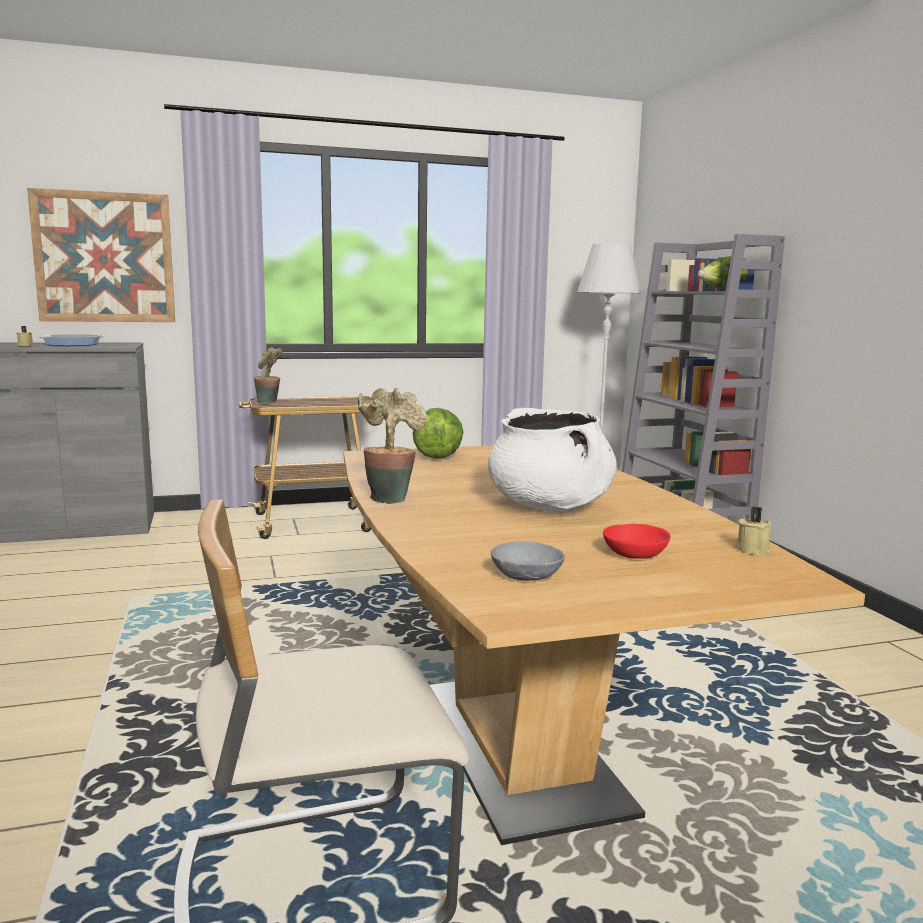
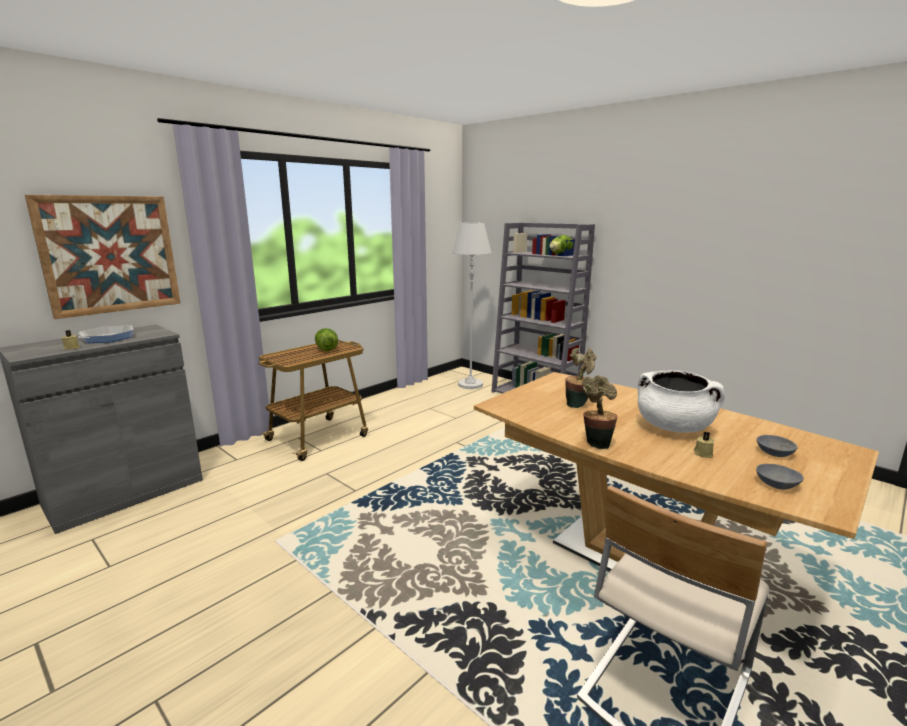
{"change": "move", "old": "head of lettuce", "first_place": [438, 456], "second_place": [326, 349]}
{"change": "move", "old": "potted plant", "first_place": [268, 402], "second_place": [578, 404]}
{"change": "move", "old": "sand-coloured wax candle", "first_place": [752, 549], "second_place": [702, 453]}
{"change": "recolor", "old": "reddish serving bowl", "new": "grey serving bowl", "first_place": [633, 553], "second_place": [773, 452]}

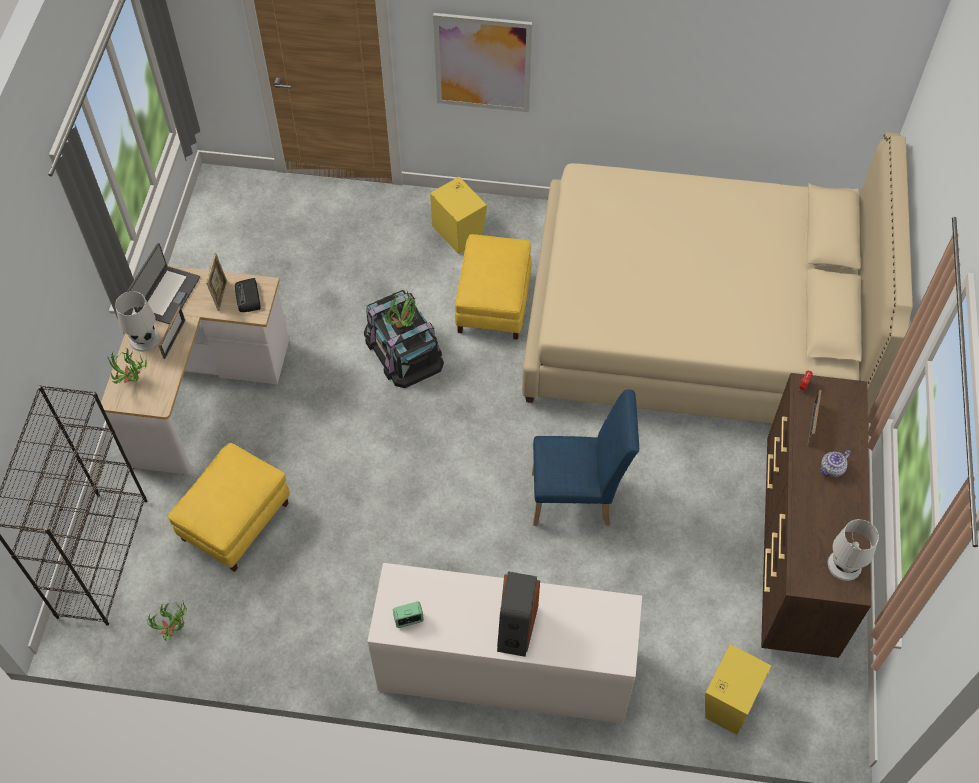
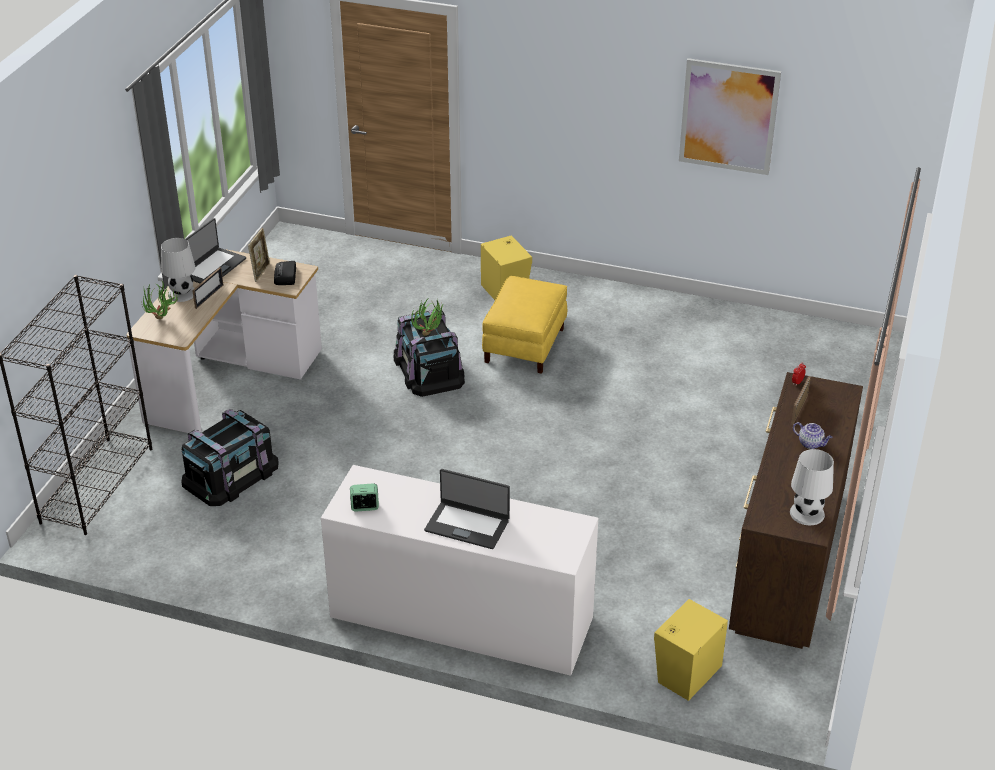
{"change": "replace", "old": "yellowish pouffe", "new": "blackish storage bin", "first_place": [236, 522], "second_place": [231, 474]}
{"change": "replace", "old": "loudspeaker", "new": "portable computer", "first_place": [516, 627], "second_place": [467, 525]}
{"change": "move", "old": "wall picture", "first_place": [483, 62], "second_place": [728, 116]}
{"change": "rotate", "old": "teapot", "first_place": [831, 469], "second_place": [811, 444], "degrees": -120}
{"change": "delete", "old": "potted plant", "first_place": [175, 631]}
{"change": "delete", "old": "sand-coloured bedroom bed", "first_place": [695, 325]}
{"change": "delete", "old": "blue chair", "first_place": [578, 498]}

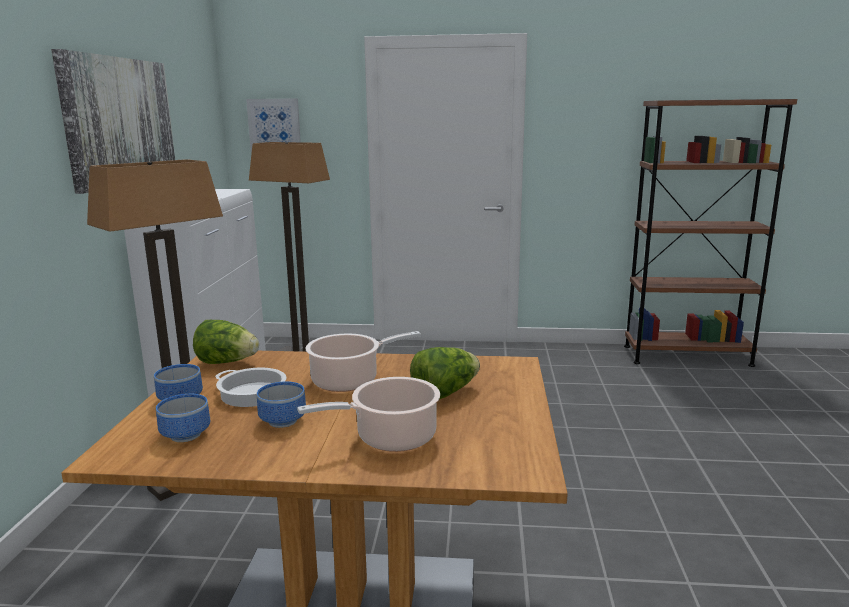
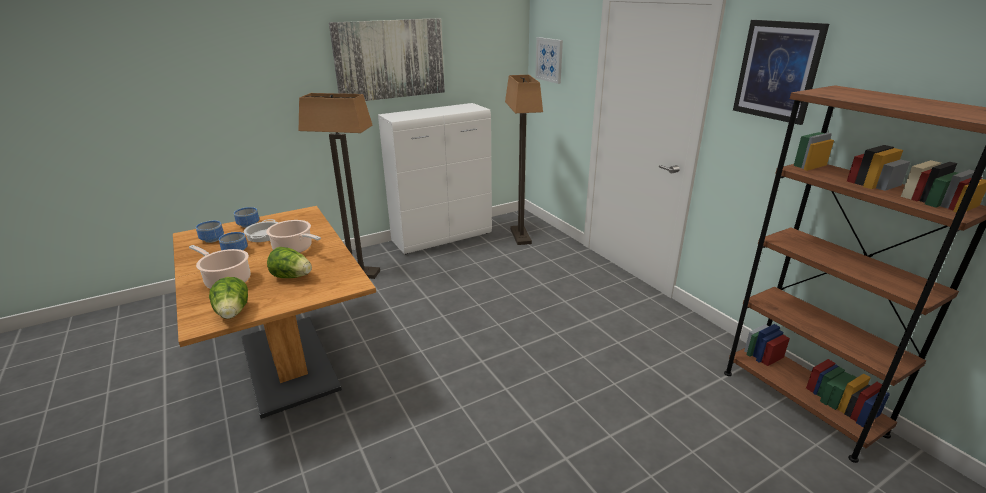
{"change": "move", "old": "head of lettuce", "first_place": [227, 362], "second_place": [233, 313]}
{"change": "insert", "new": "wall picture", "second_place": [777, 71]}

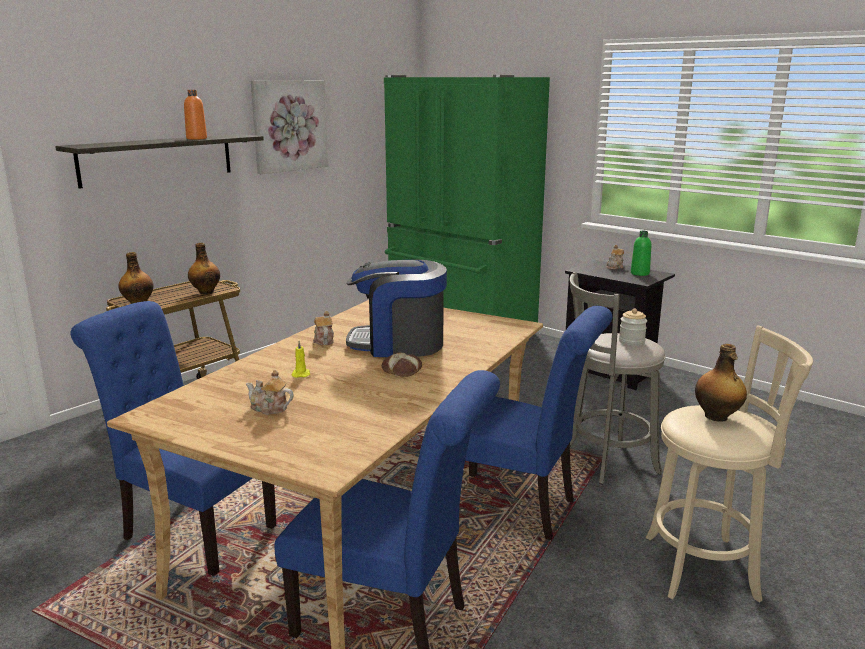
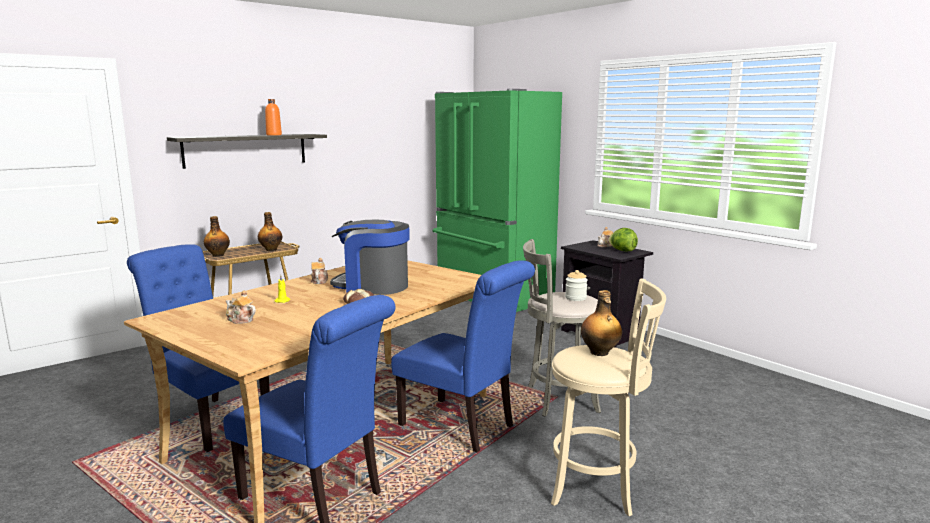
{"change": "replace", "old": "greenish bottle", "new": "head of lettuce", "first_place": [640, 273], "second_place": [622, 251]}
{"change": "delete", "old": "wall picture", "first_place": [289, 126]}

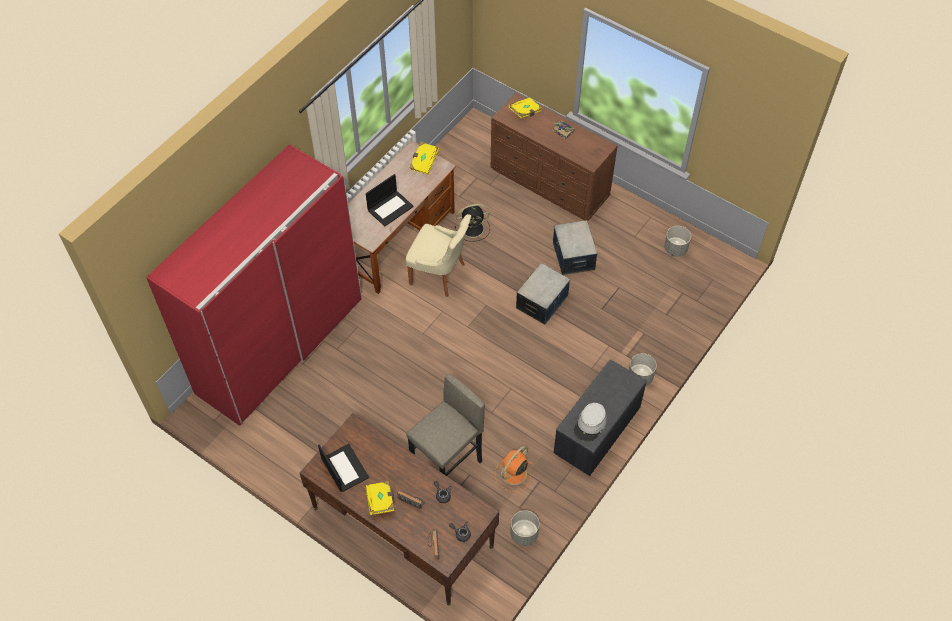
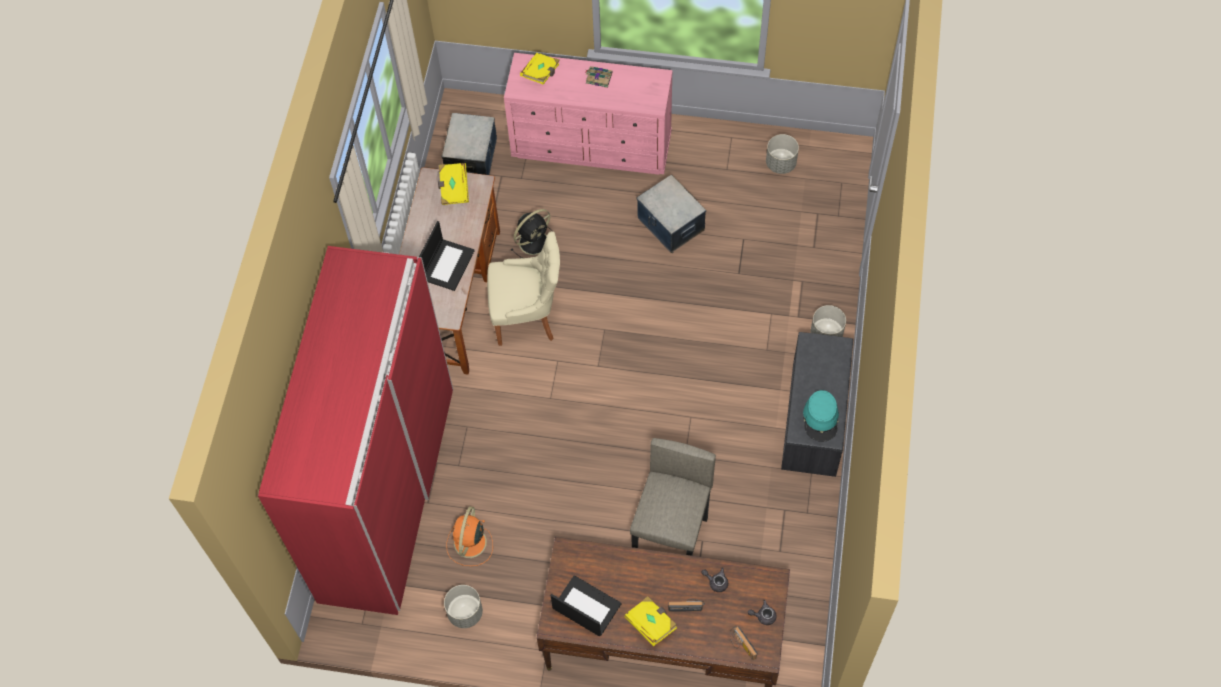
{"change": "move", "old": "storage bin", "first_place": [542, 302], "second_place": [472, 158]}
{"change": "move", "old": "grey plant pot", "first_place": [524, 534], "second_place": [465, 613]}
{"change": "move", "old": "orangey cooling fan", "first_place": [513, 474], "second_place": [469, 544]}
{"change": "recolor", "old": "brown drawer chest", "new": "pink drawer chest", "first_place": [550, 183], "second_place": [592, 145]}
{"change": "recolor", "old": "grey wearable hat", "new": "turquoise-coloured wearable hat", "first_place": [590, 424], "second_place": [821, 418]}

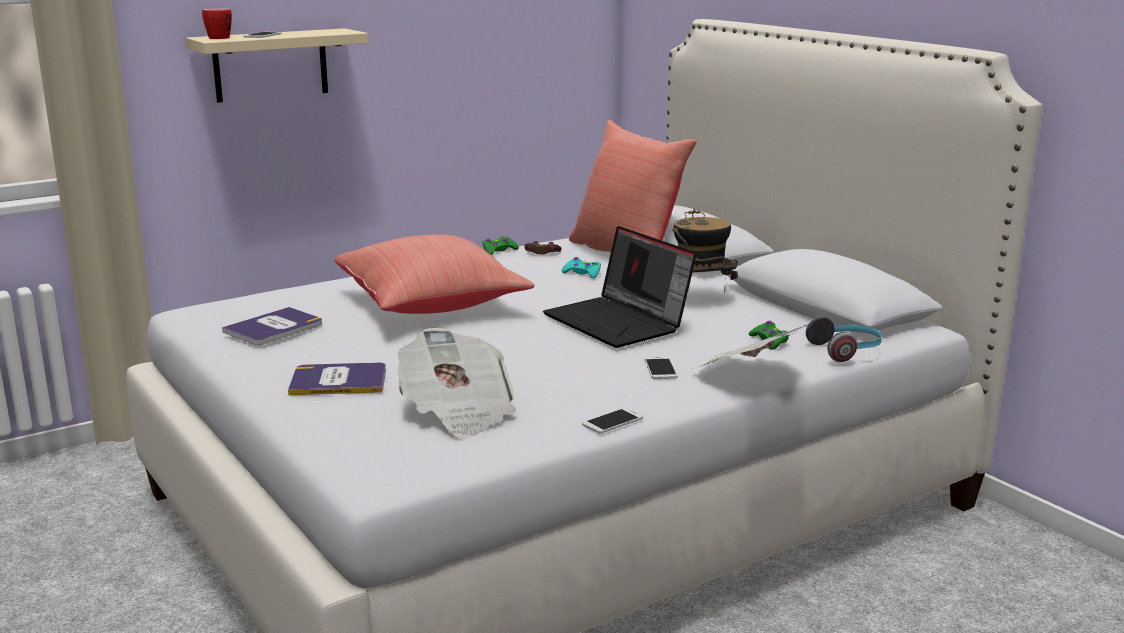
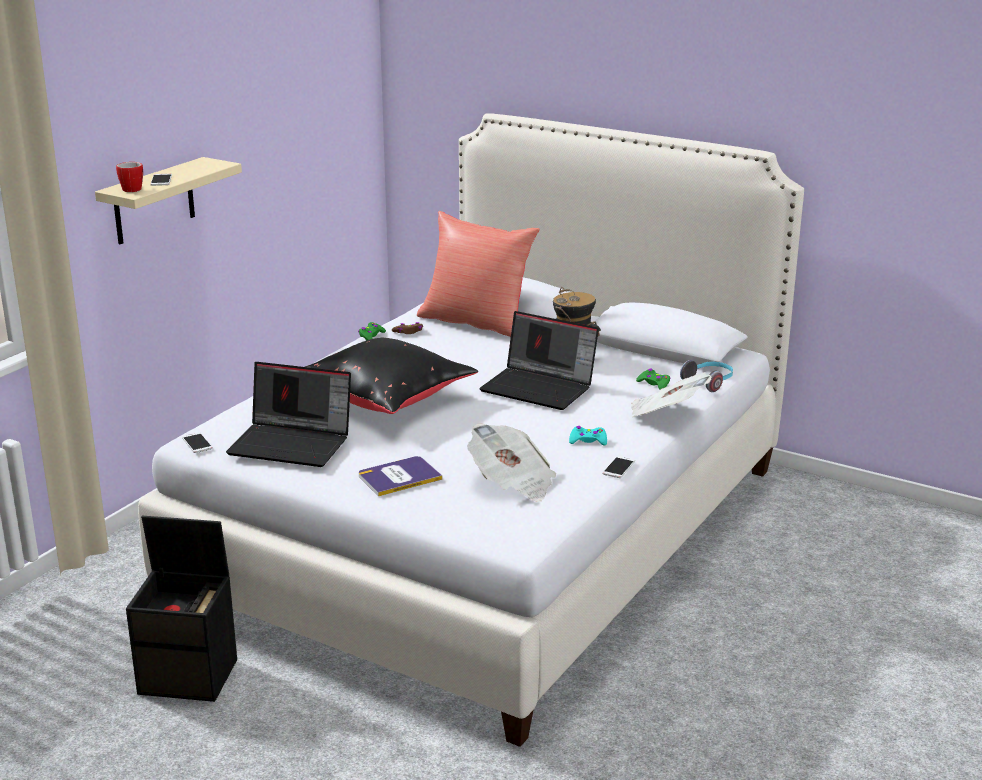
{"change": "insert", "new": "blackish storage bin", "second_place": [190, 676]}
{"change": "move", "old": "handset", "first_place": [660, 368], "second_place": [197, 443]}
{"change": "replace", "old": "bound book", "new": "portable computer", "first_place": [274, 328], "second_place": [293, 443]}
{"change": "recolor", "old": "reddish throw pillow", "new": "blackish throw pillow", "first_place": [432, 306], "second_place": [386, 399]}
{"change": "move", "old": "turquoise-coloured game controller", "first_place": [582, 273], "second_place": [588, 441]}

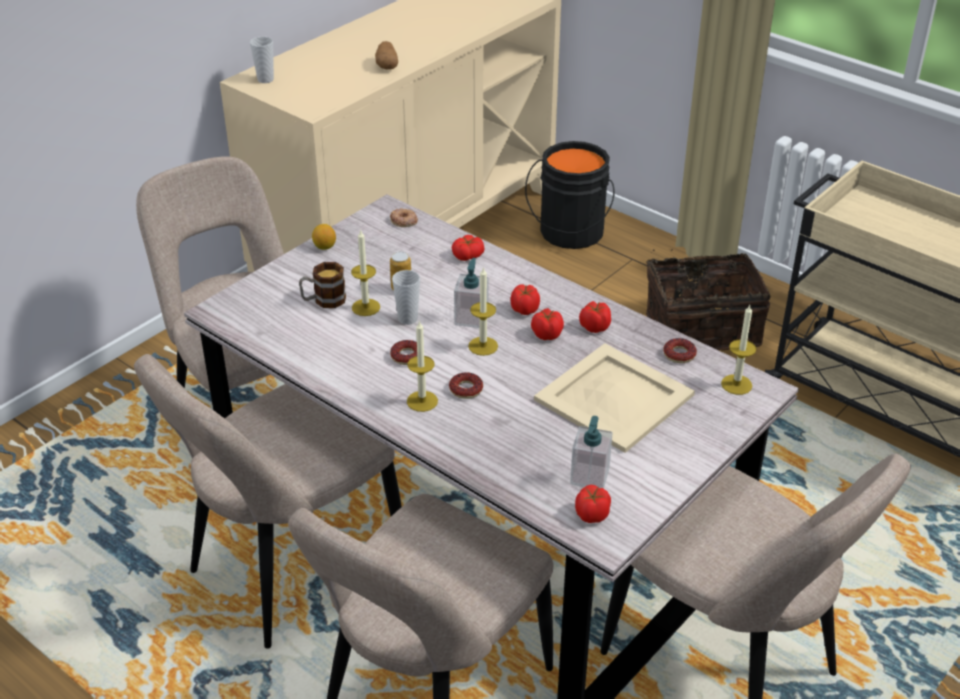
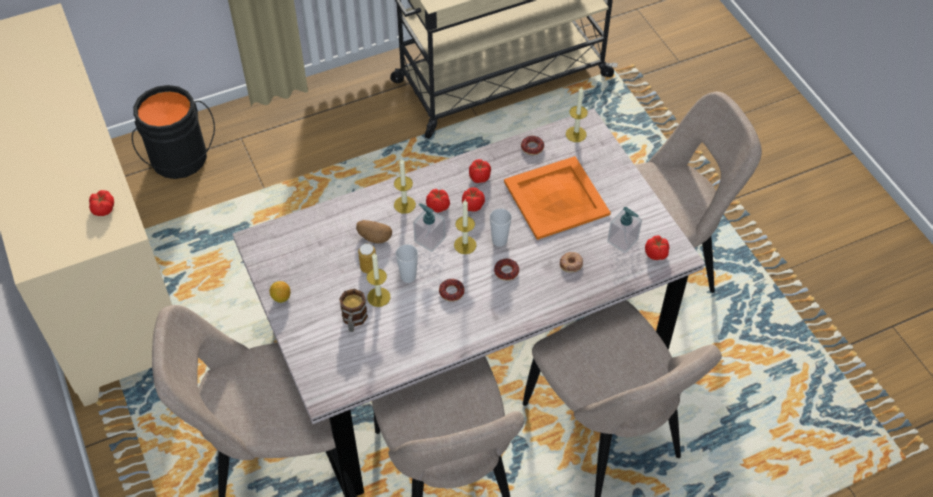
{"change": "move", "old": "tomato", "first_place": [468, 255], "second_place": [103, 208]}
{"change": "move", "old": "potato", "first_place": [387, 65], "second_place": [374, 237]}
{"change": "move", "old": "wax candle", "first_place": [422, 401], "second_place": [404, 205]}
{"change": "move", "old": "drinking cup", "first_place": [265, 79], "second_place": [499, 240]}
{"change": "recolor", "old": "sand-coloured carrying tray", "new": "orangey carrying tray", "first_place": [614, 396], "second_place": [555, 197]}
{"change": "move", "old": "doughnut", "first_place": [403, 221], "second_place": [571, 264]}
{"change": "delete", "old": "household basket", "first_place": [701, 328]}

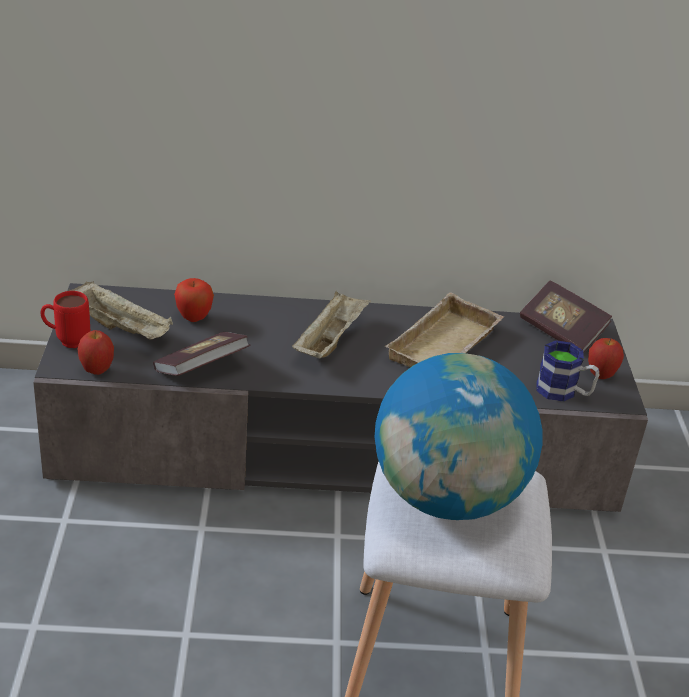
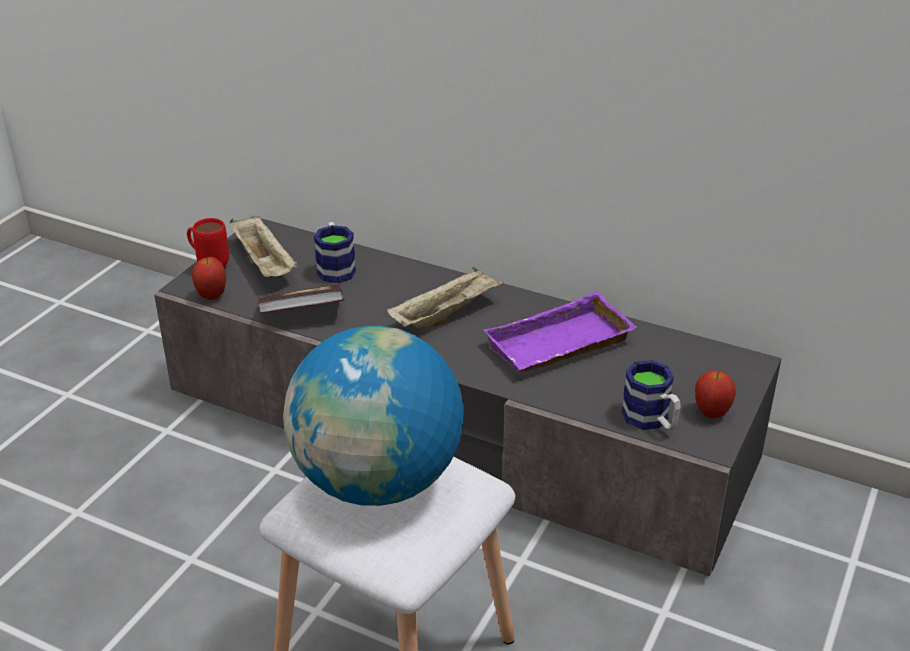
{"change": "replace", "old": "apple", "new": "tea mug", "first_place": [194, 318], "second_place": [335, 268]}
{"change": "recolor", "old": "sand-coloured carrying tray", "new": "purplish carrying tray", "first_place": [445, 347], "second_place": [559, 346]}
{"change": "delete", "old": "bound book", "first_place": [561, 331]}

